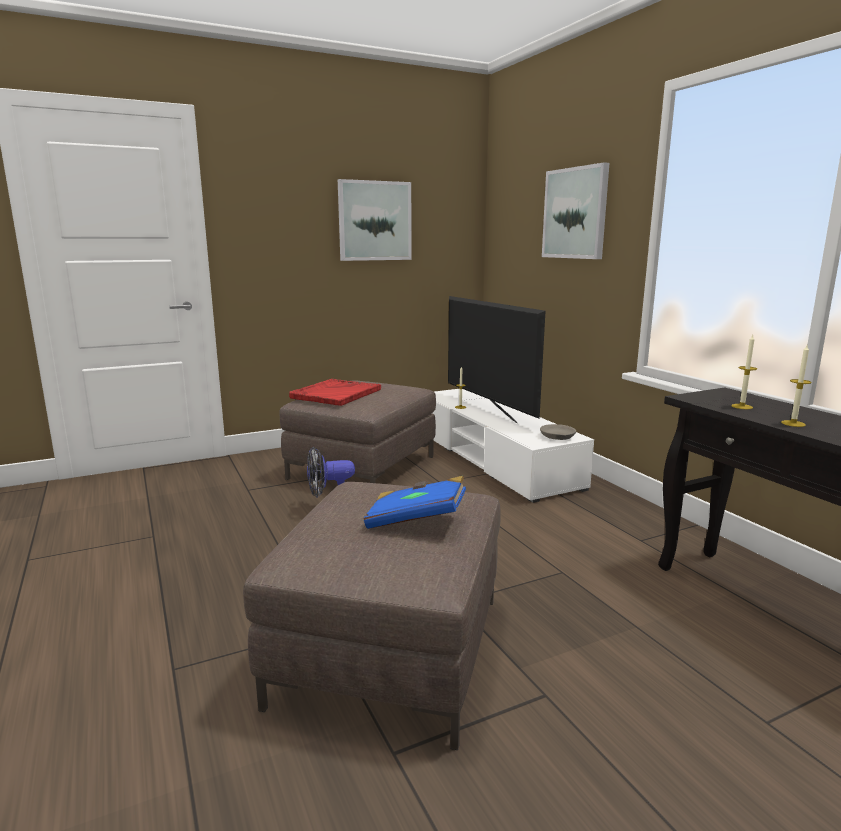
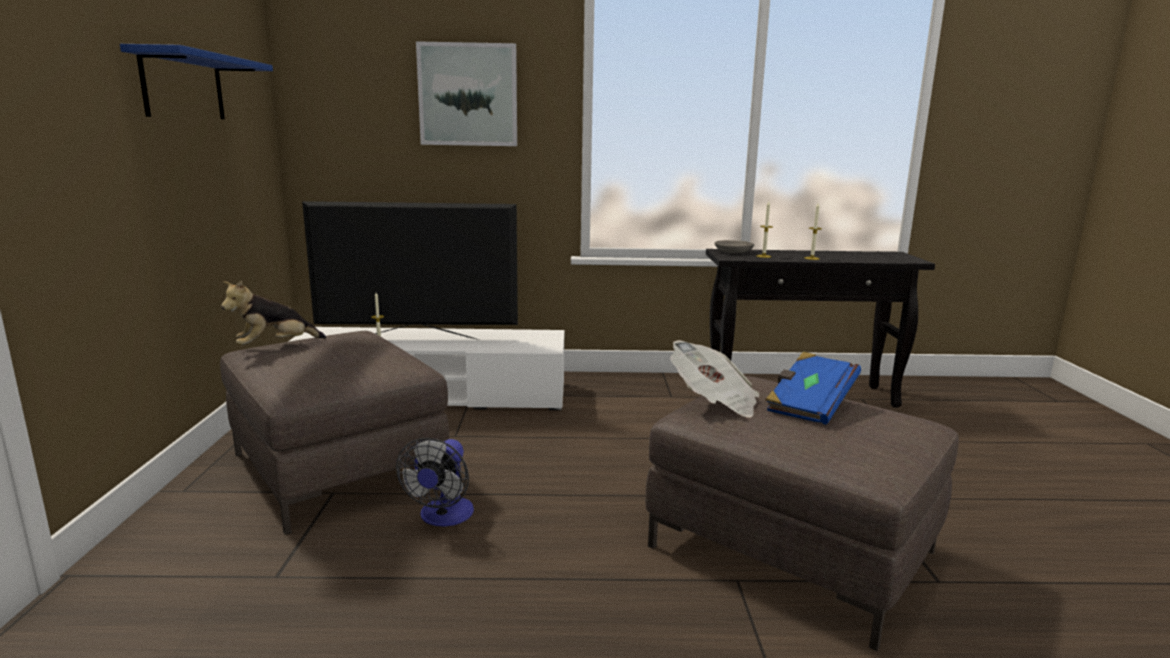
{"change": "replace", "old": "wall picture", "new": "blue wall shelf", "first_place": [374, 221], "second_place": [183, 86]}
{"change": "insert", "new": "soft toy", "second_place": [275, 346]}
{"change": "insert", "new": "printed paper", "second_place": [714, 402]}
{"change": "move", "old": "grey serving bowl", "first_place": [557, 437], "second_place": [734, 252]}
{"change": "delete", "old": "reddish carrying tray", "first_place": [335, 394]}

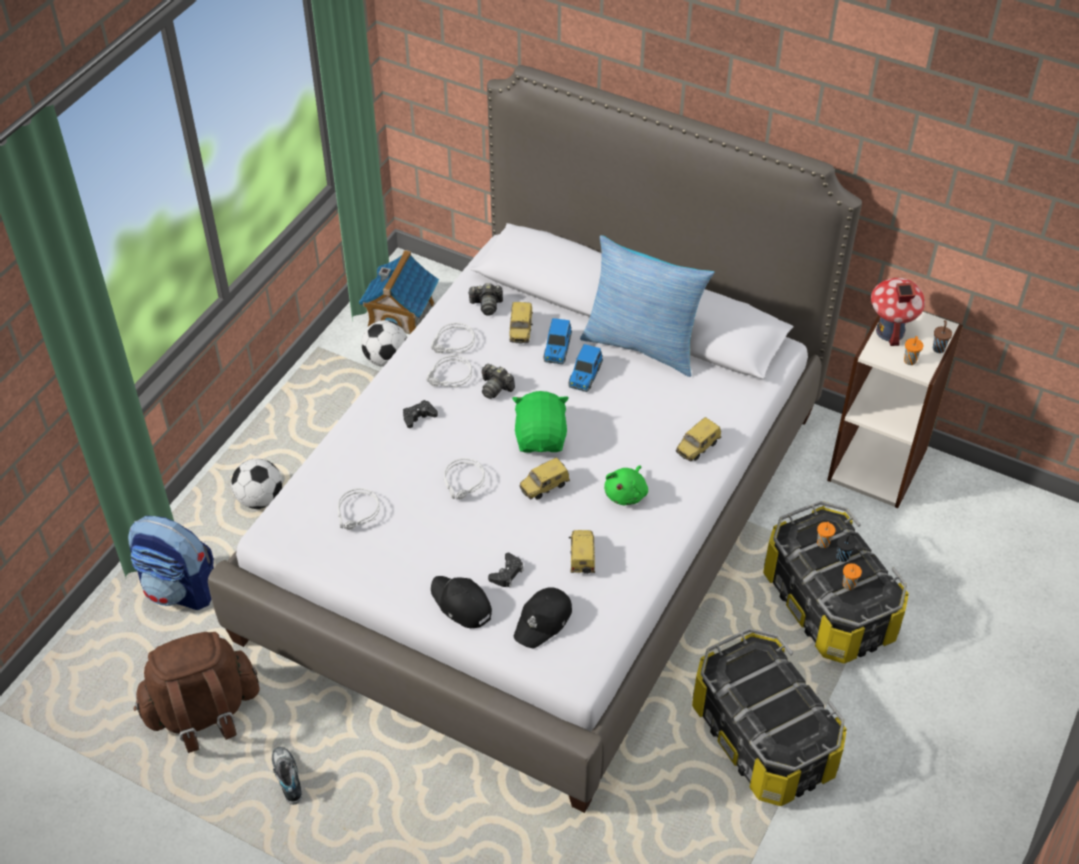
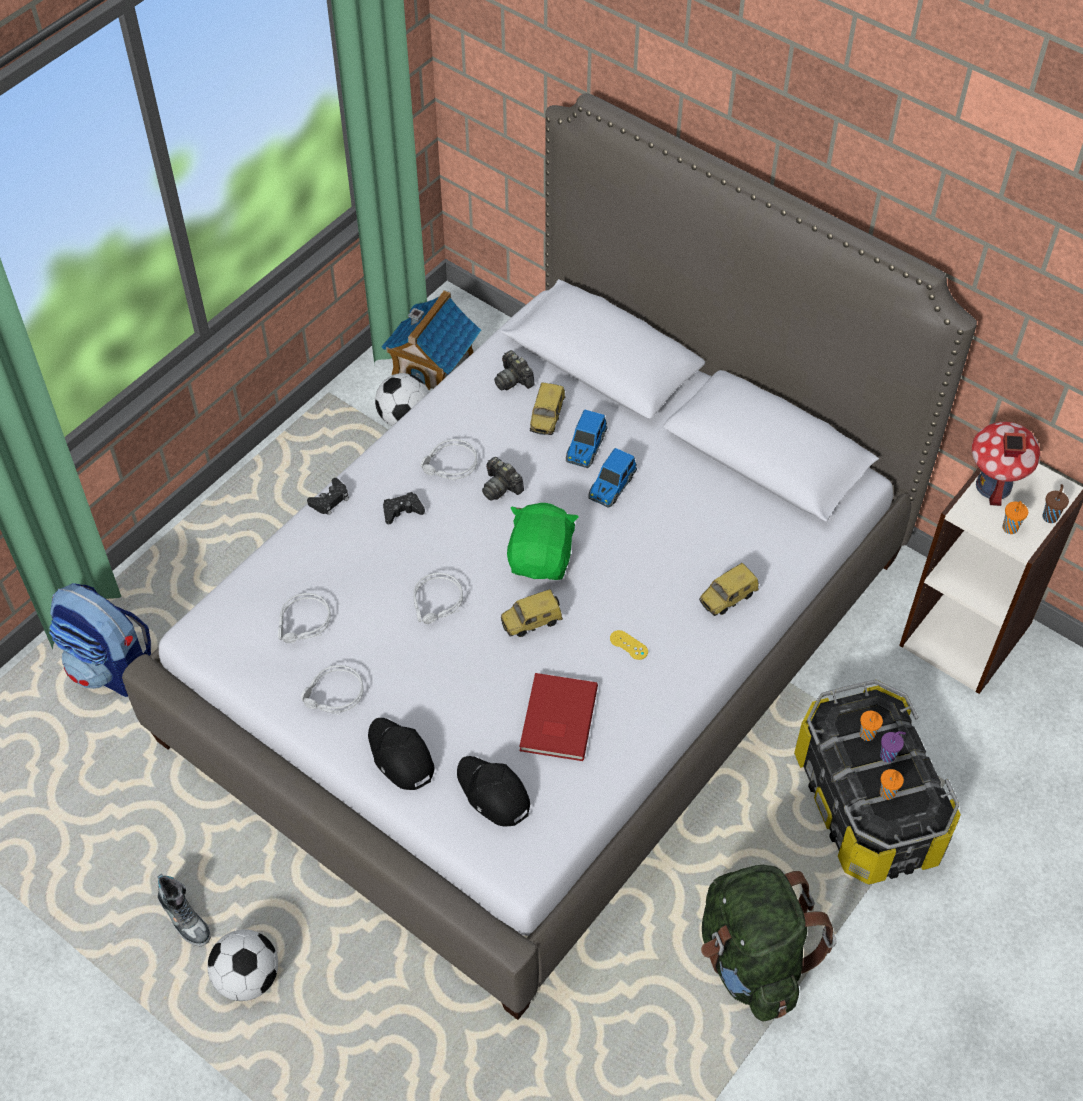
{"change": "rotate", "old": "item of footwear", "first_place": [287, 777], "second_place": [185, 918], "degrees": 150}
{"change": "move", "old": "ball for football", "first_place": [260, 499], "second_place": [247, 978]}
{"change": "move", "old": "grey headphones", "first_place": [453, 344], "second_place": [333, 696]}
{"change": "move", "old": "blackish game controller", "first_place": [507, 573], "second_place": [330, 500]}
{"change": "rotate", "old": "blackish cap", "first_place": [543, 621], "second_place": [493, 794], "degrees": 90}
{"change": "rotate", "old": "photo camera", "first_place": [486, 305], "second_place": [513, 379], "degrees": 45}
{"change": "replace", "old": "toy car", "new": "reddish bound book", "first_place": [581, 558], "second_place": [556, 719]}
{"change": "replace", "old": "greenish soft toy", "new": "yellowish game controller", "first_place": [626, 493], "second_place": [628, 645]}
{"change": "replace", "old": "storage bin", "new": "greenish backpack", "first_place": [764, 737], "second_place": [752, 960]}
{"change": "recolor", "old": "blackish drinking cup", "new": "purplish drinking cup", "first_place": [843, 556], "second_place": [888, 755]}
{"change": "delete", "old": "brown backpack", "first_place": [203, 712]}
{"change": "delete", "old": "throw pillow", "first_place": [642, 344]}

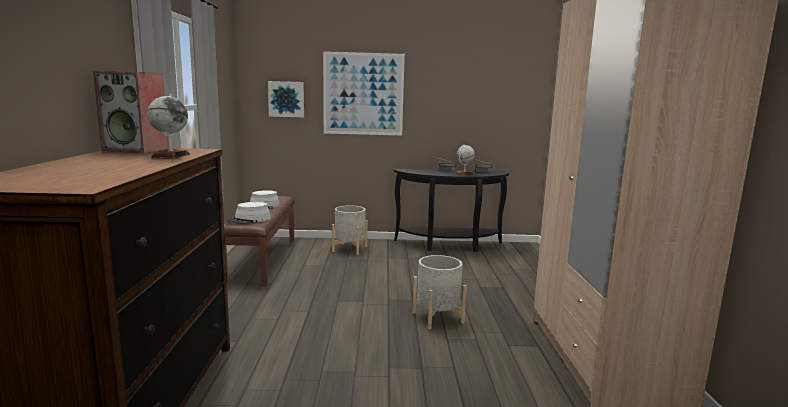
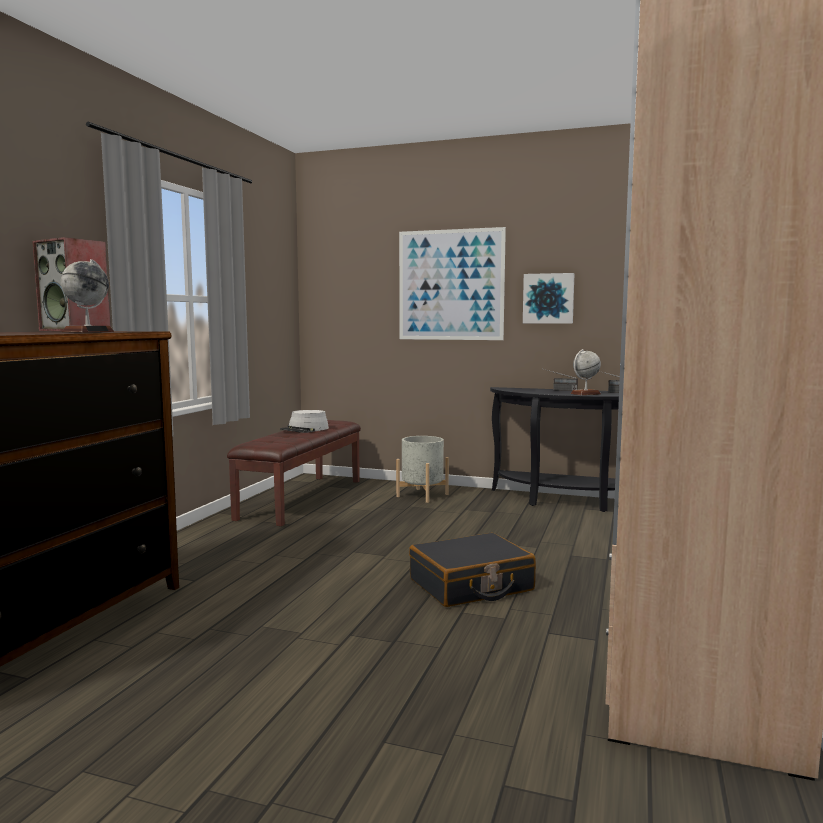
{"change": "replace", "old": "grey plant pot", "new": "blackish piece of luggage", "first_place": [437, 317], "second_place": [471, 585]}
{"change": "move", "old": "wall picture", "first_place": [286, 99], "second_place": [548, 298]}
{"change": "delete", "old": "grey wearable hat", "first_place": [249, 220]}

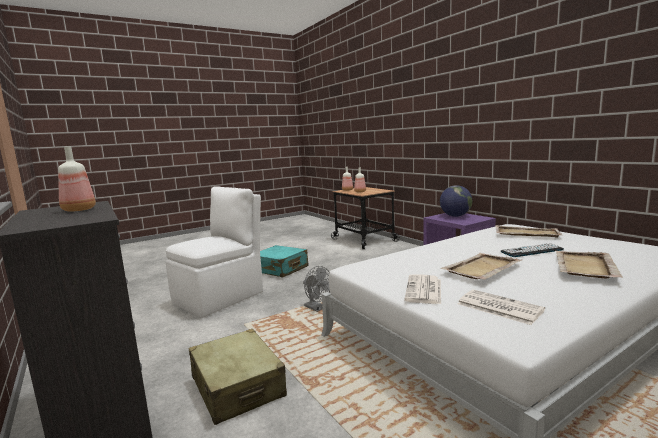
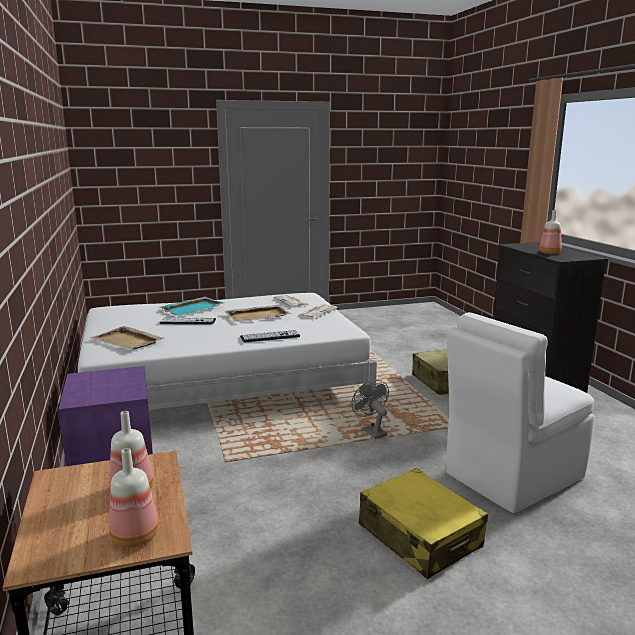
{"change": "recolor", "old": "sand-coloured carrying tray", "new": "turquoise-coloured carrying tray", "first_place": [585, 266], "second_place": [193, 308]}
{"change": "insert", "new": "keyboard", "second_place": [270, 337]}
{"change": "recolor", "old": "turquoise-coloured piece of luggage", "new": "yellowish piece of luggage", "first_place": [280, 269], "second_place": [419, 536]}
{"change": "delete", "old": "globe", "first_place": [455, 216]}

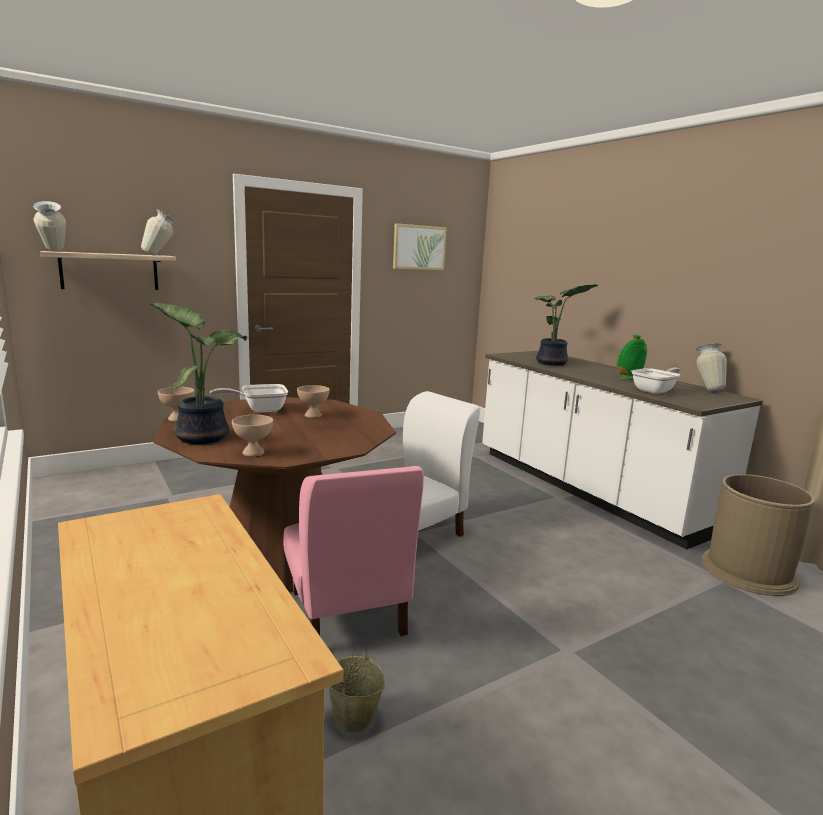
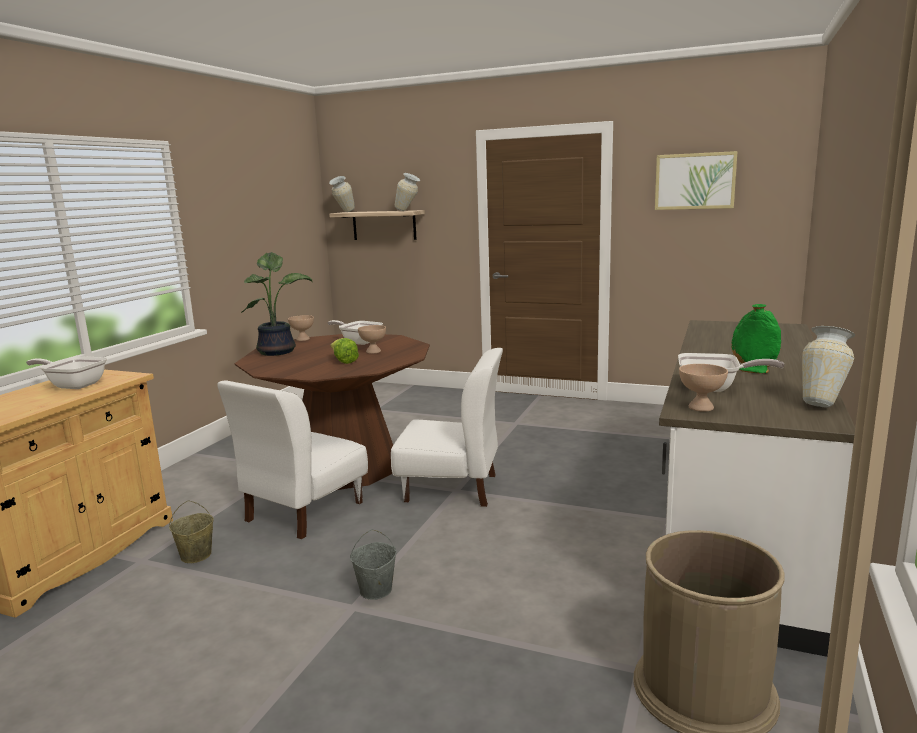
{"change": "insert", "new": "frying pan", "second_place": [73, 385]}
{"change": "recolor", "old": "pink chair", "new": "white-coloured chair", "first_place": [347, 613], "second_place": [303, 511]}
{"change": "insert", "new": "head of lettuce", "second_place": [343, 361]}
{"change": "insert", "new": "grey pail", "second_place": [375, 590]}
{"change": "move", "old": "sand-coloured serving bowl", "first_place": [254, 453], "second_place": [702, 407]}
{"change": "delete", "old": "potted plant", "first_place": [553, 363]}

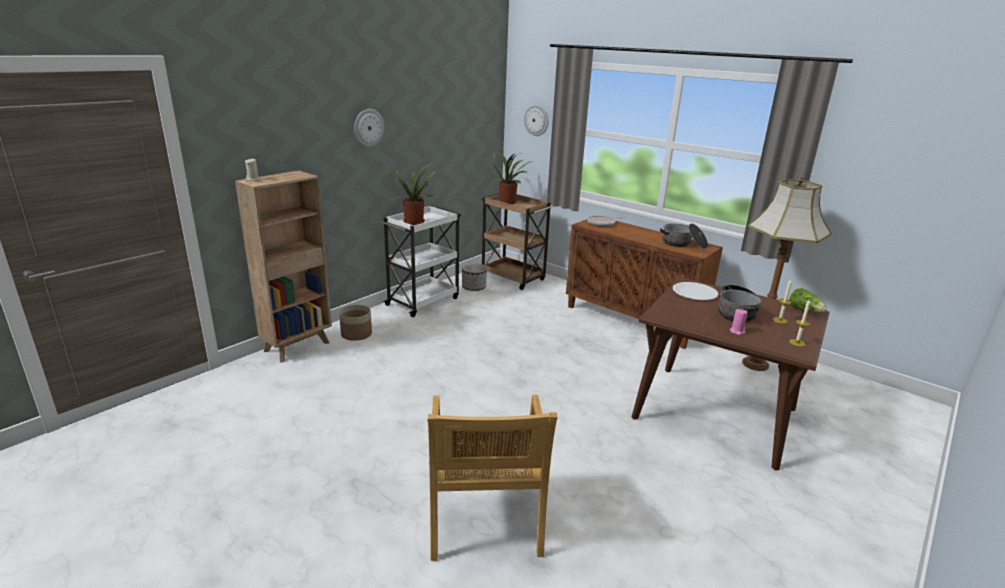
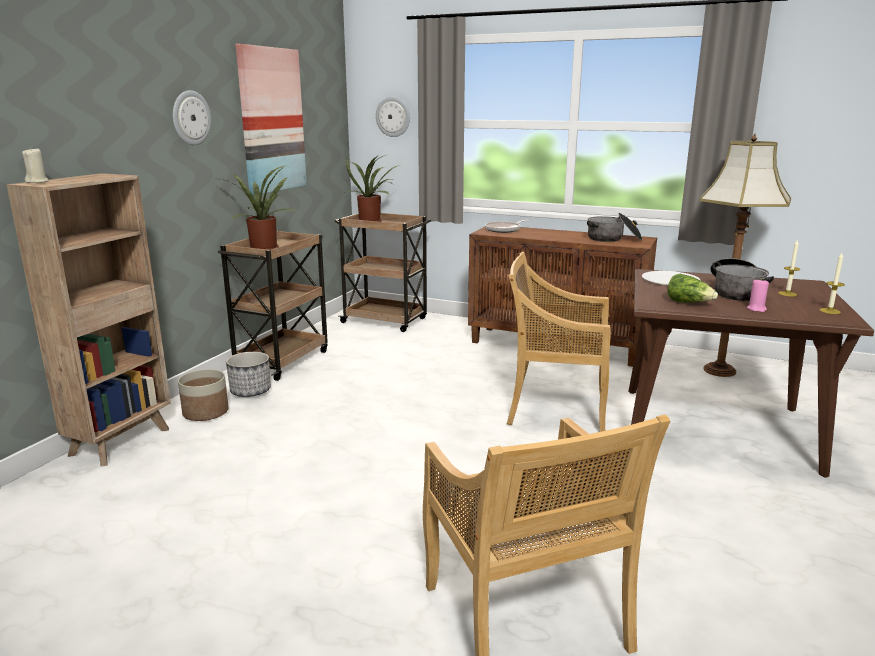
{"change": "recolor", "old": "white-coloured wheeled cart", "new": "brown wheeled cart", "first_place": [423, 301], "second_place": [282, 360]}
{"change": "move", "old": "plant pot", "first_place": [474, 287], "second_place": [251, 391]}
{"change": "insert", "new": "wall picture", "second_place": [271, 120]}
{"change": "insert", "new": "sand-coloured chair", "second_place": [555, 408]}
{"change": "move", "old": "head of lettuce", "first_place": [805, 310], "second_place": [689, 303]}

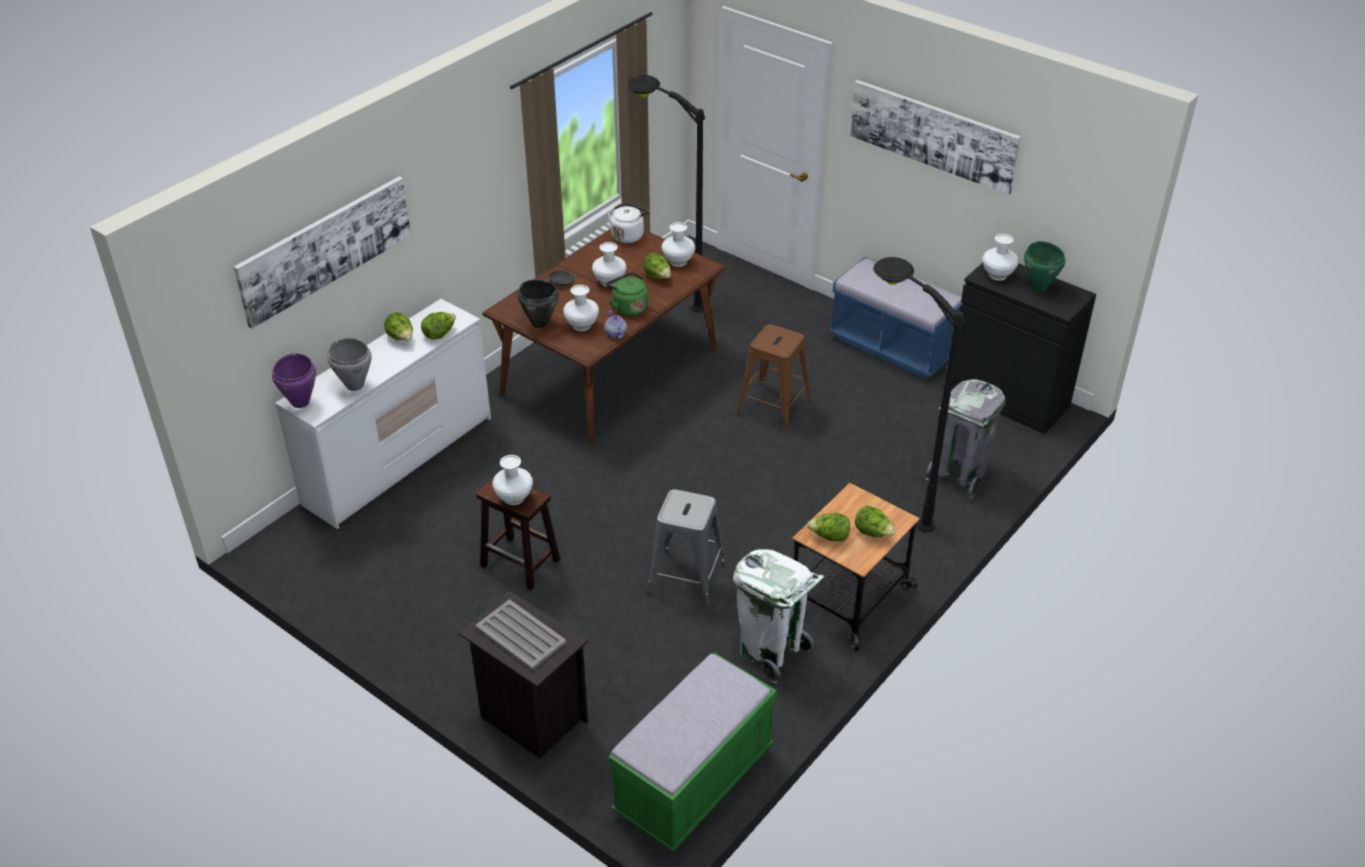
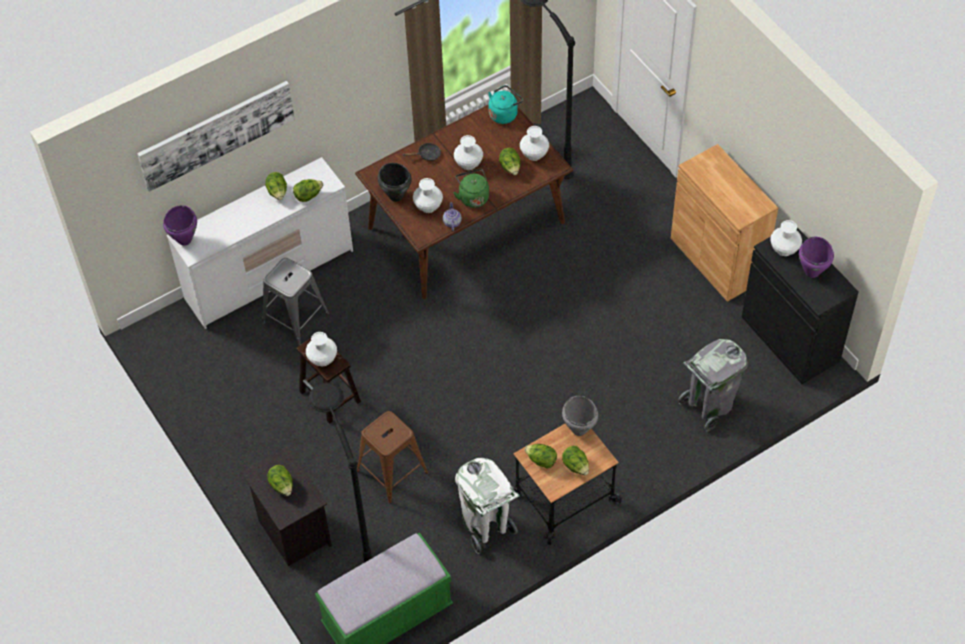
{"change": "move", "old": "grey stool", "first_place": [686, 577], "second_place": [295, 319]}
{"change": "replace", "old": "grey carrying tray", "new": "head of lettuce", "first_place": [520, 635], "second_place": [282, 486]}
{"change": "move", "old": "blackish standing lamp", "first_place": [884, 496], "second_place": [353, 532]}
{"change": "move", "old": "brown stool", "first_place": [774, 407], "second_place": [392, 472]}
{"change": "recolor", "old": "white-coloured tea kettle", "new": "turquoise-coloured tea kettle", "first_place": [628, 235], "second_place": [504, 114]}
{"change": "move", "old": "grey saucepot", "first_place": [355, 385], "second_place": [579, 429]}
{"change": "replace", "old": "blue long seat", "new": "brown storage cabinet", "first_place": [893, 347], "second_place": [717, 259]}
{"change": "recolor", "old": "greenish saucepot", "new": "purplish saucepot", "first_place": [1038, 287], "second_place": [812, 272]}
{"change": "delete", "old": "wall picture", "first_place": [933, 135]}

